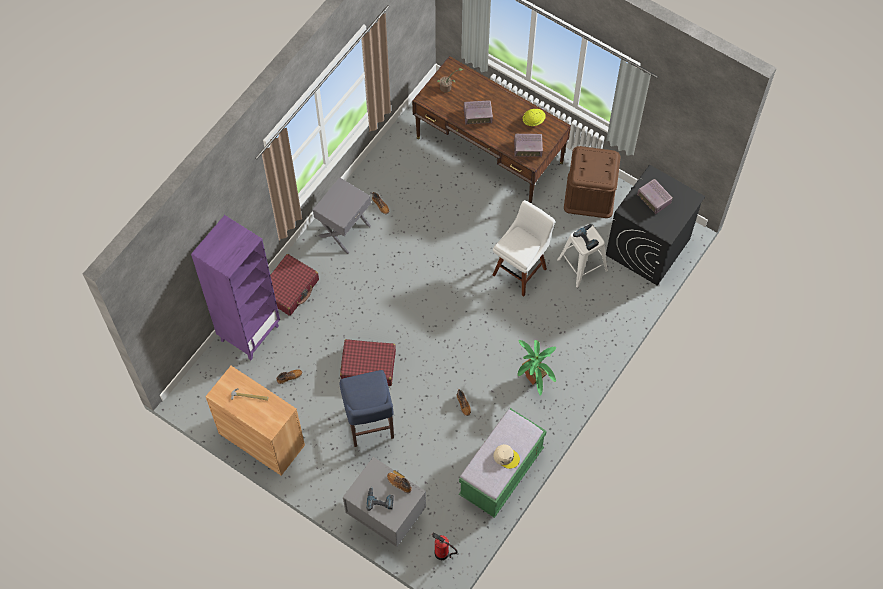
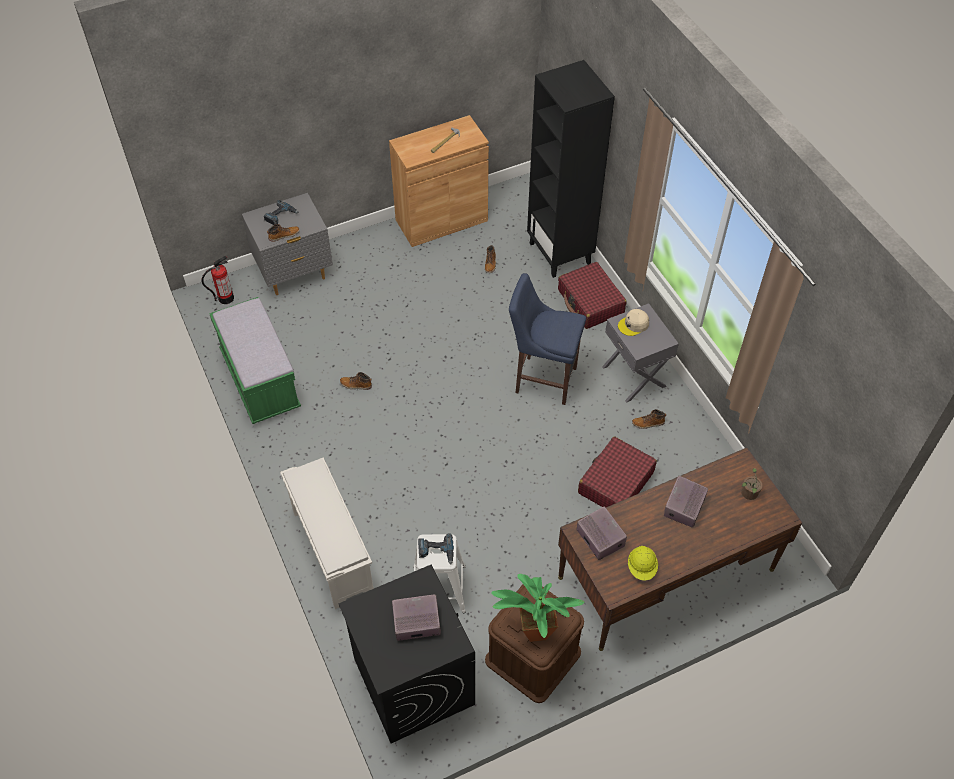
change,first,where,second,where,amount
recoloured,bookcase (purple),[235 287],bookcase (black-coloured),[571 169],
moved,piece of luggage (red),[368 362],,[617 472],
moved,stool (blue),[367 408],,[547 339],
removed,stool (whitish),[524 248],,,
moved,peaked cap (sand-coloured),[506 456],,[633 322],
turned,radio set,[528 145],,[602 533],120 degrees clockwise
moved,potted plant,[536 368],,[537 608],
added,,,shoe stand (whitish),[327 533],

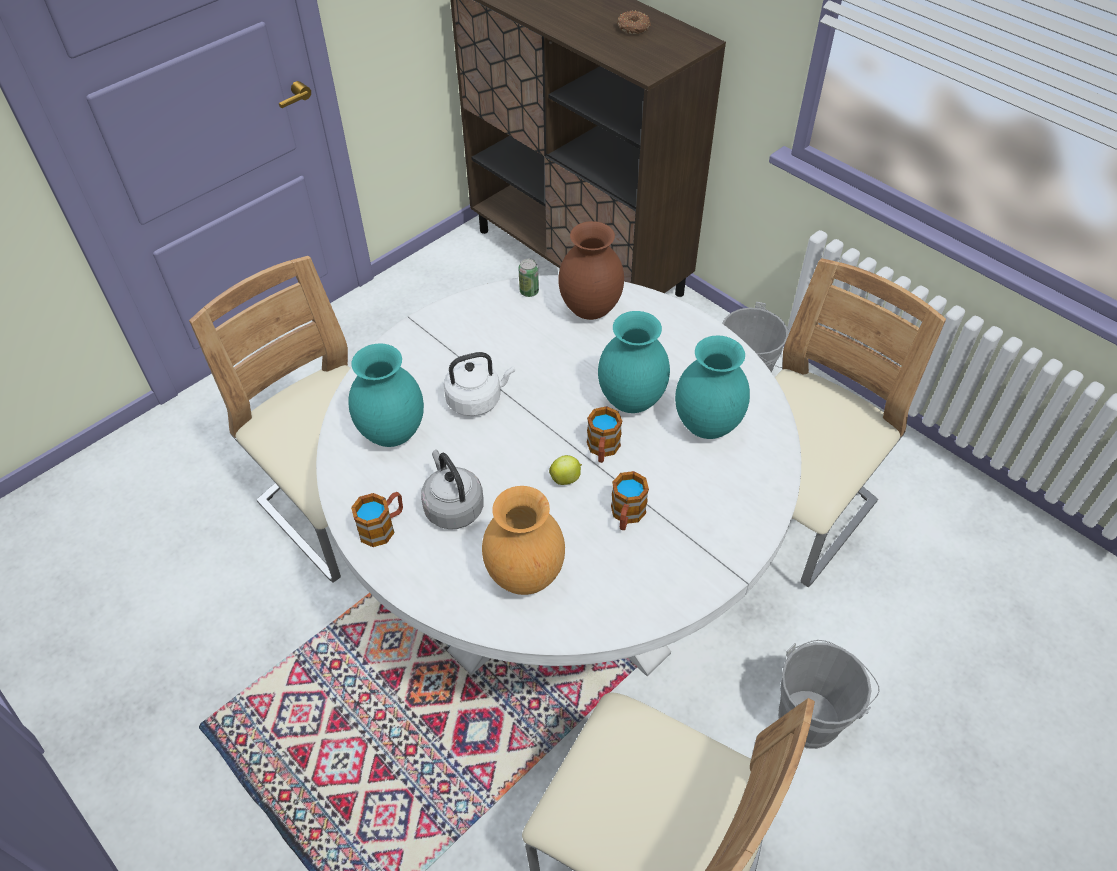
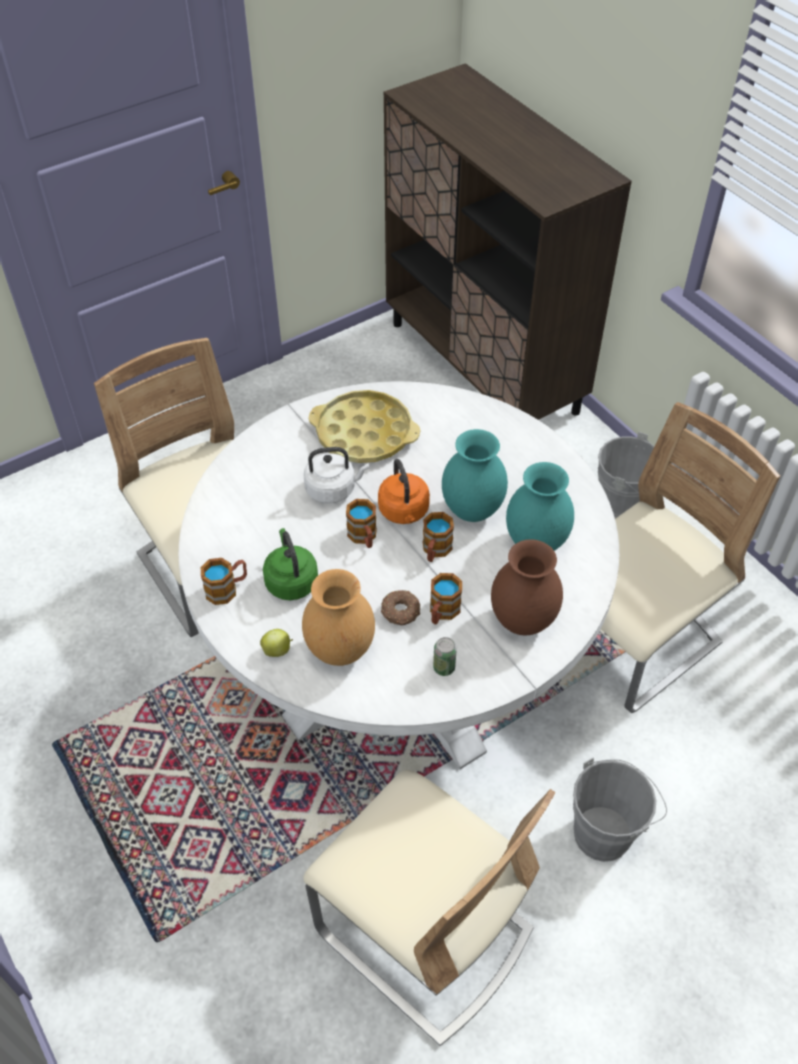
change,first,where,second,where,amount
removed,vase (turquoise-coloured),[386 395],,,
recoloured,kettle (gray),[452 489],kettle (green-coloured),[290 564],
moved,metal can,[528 278],,[445 656],
moved,apple fruit,[565 470],,[276 643],
moved,vase (brown-coloured),[591 270],,[527 587],
moved,ring doughnut,[634 22],,[400 607],
added,,,carrying tray (yellowish),[364 426],
added,,,mug,[361 523],
added,,,kettle (orangey),[404 491],

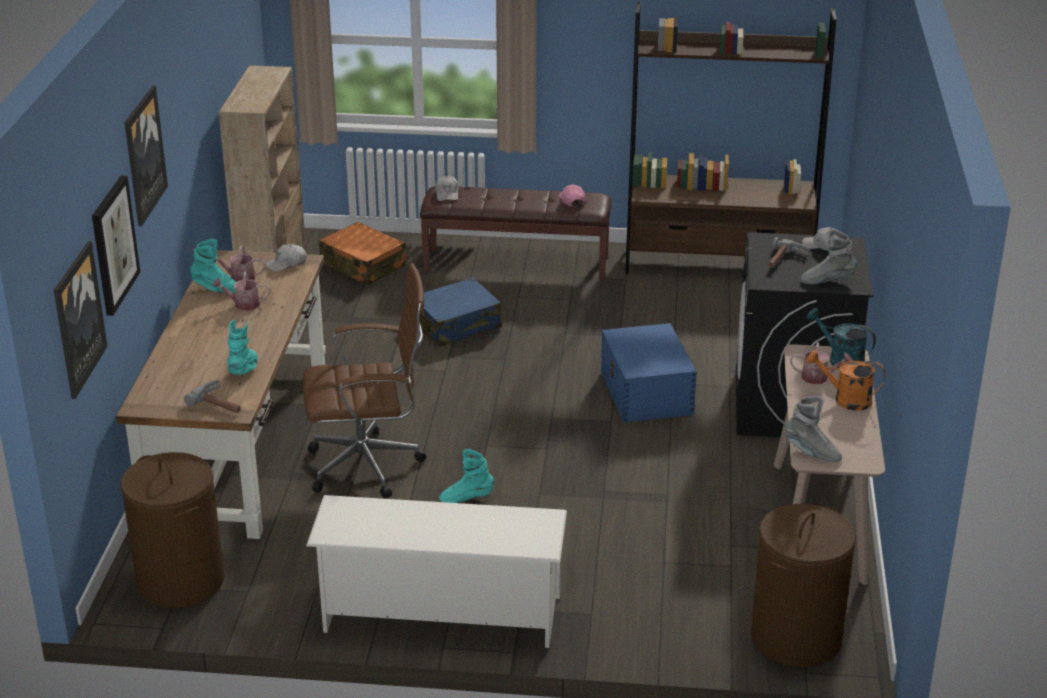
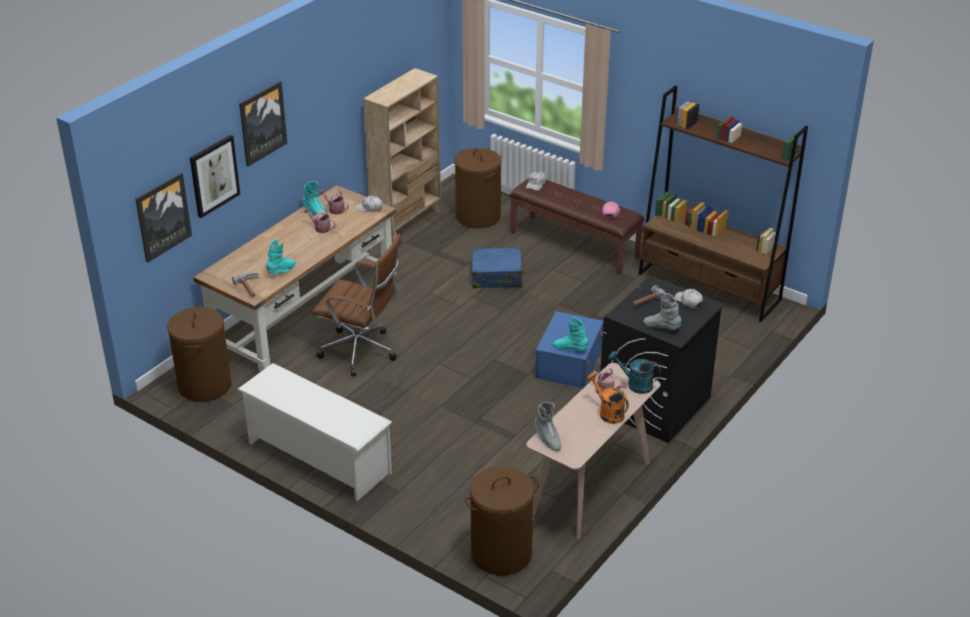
change,first,where,second,where,amount
replaced,piece of luggage (orangey),[362 253],hamper (brown-coloured),[478 188],
moved,boot (turquoise-coloured),[466 476],,[571 334],
turned,sprinkling can (turquoise-coloured),[841 338],,[634 372],45 degrees counterclockwise

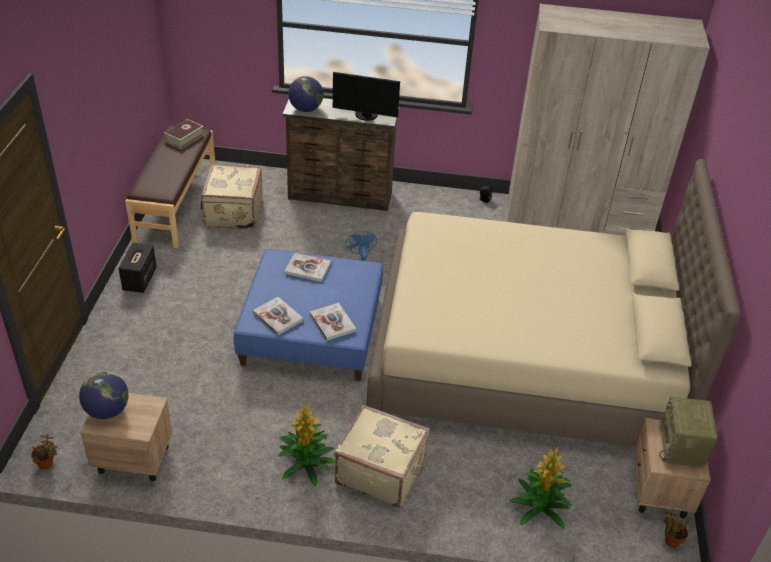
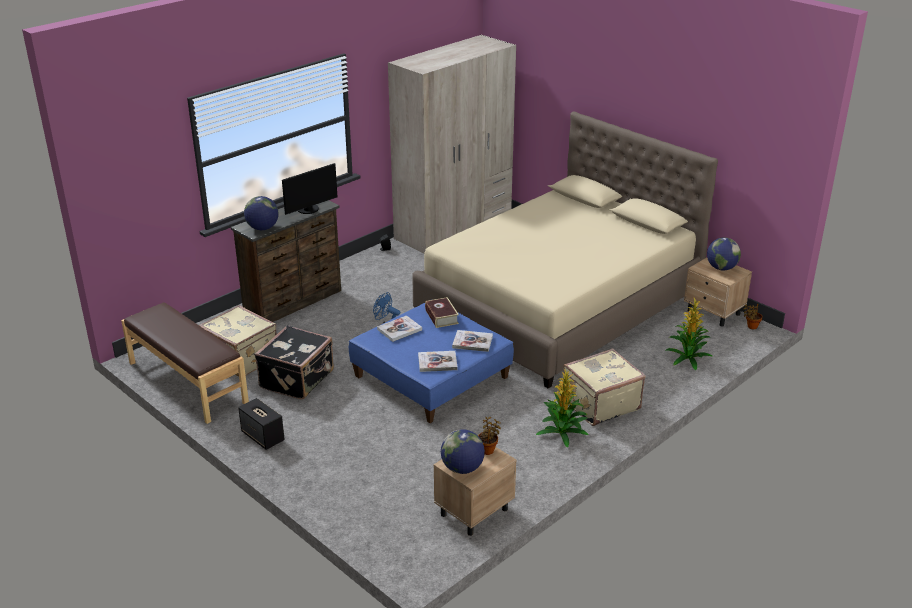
change,first,where,second,where,amount
moved,potted plant,[44 451],,[489 436],
moved,book,[184 134],,[442 312],
replaced,radio set,[688 432],globe,[724 253],
added,,,piece of luggage (black-coloured),[294 362],

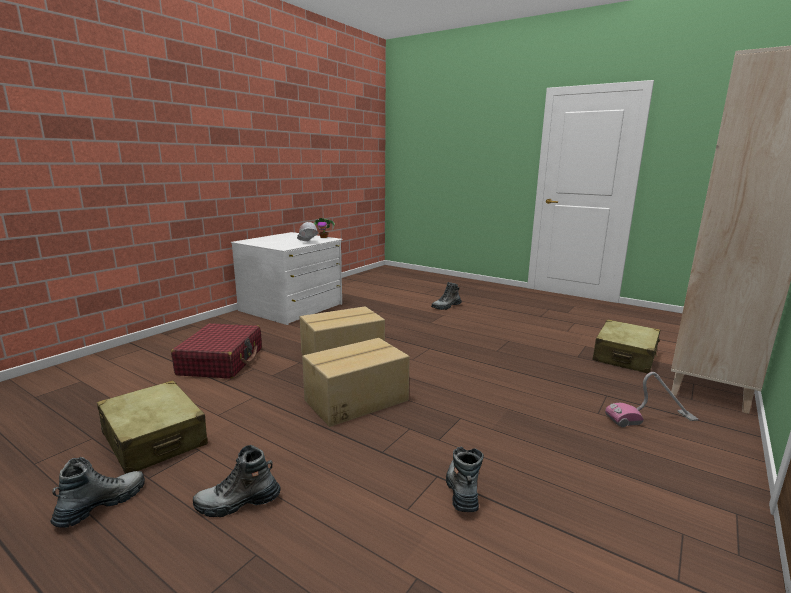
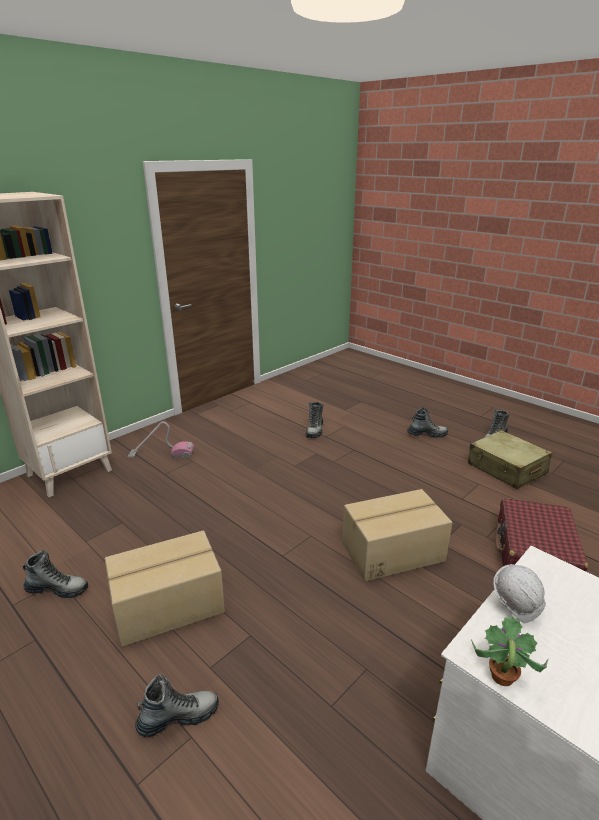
change,first,where,second,where,amount
moved,cardboard box,[356 382],,[165 588],
removed,piece of luggage (sand-coloured),[626 347],,,
added,,,boot,[55 574],

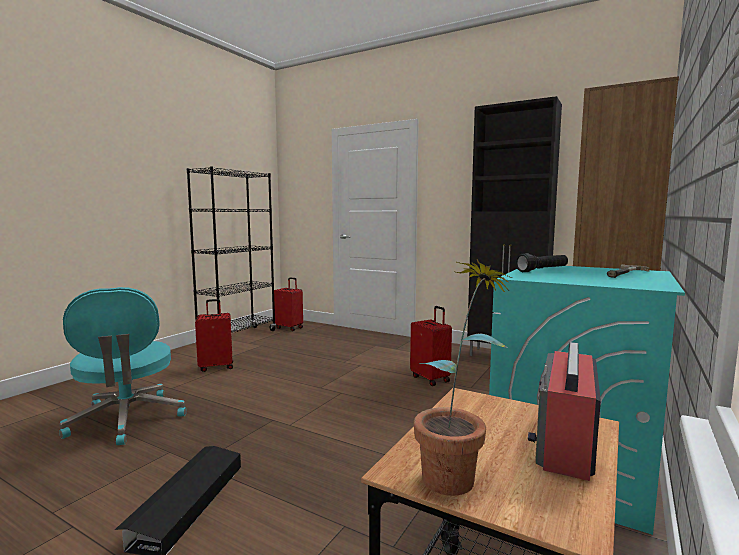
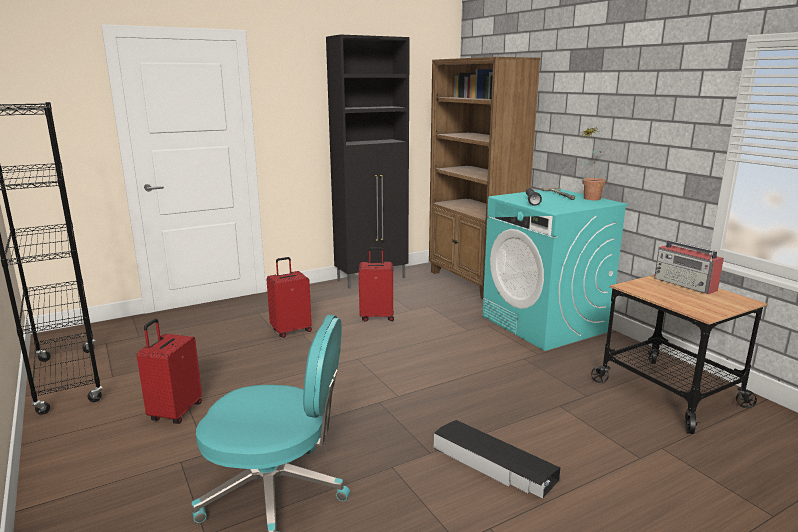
change,first,where,second,where,amount
moved,piece of luggage (red),[288 304],,[289 297],
moved,potted plant,[463 377],,[593 163],

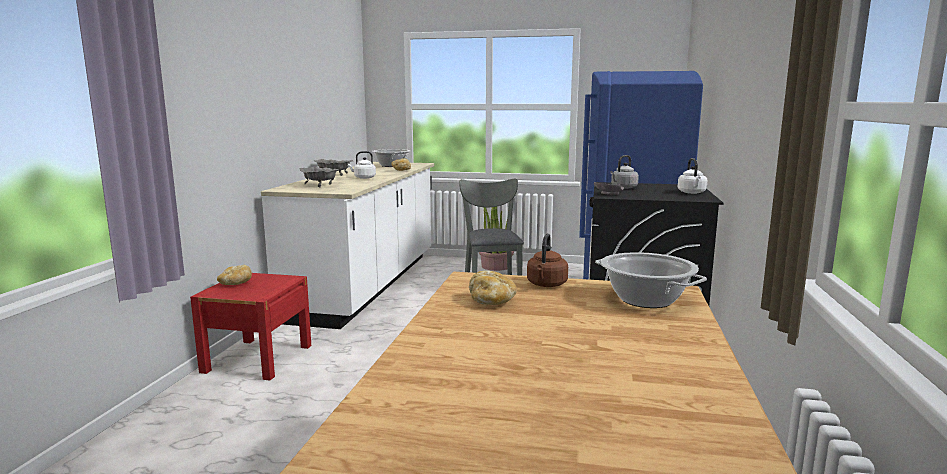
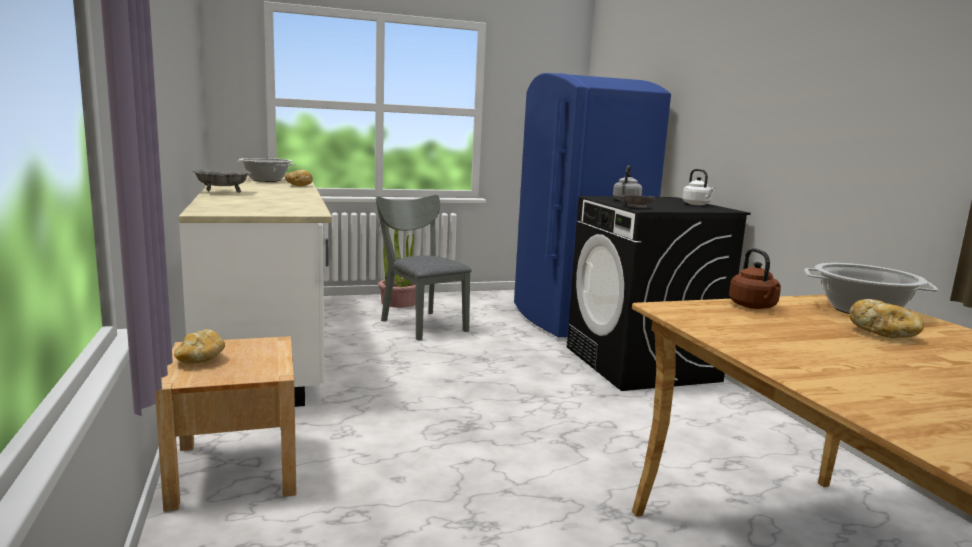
change,first,where,second,where,amount
recoloured,night table (red),[250 326],night table (sand-coloured),[226 424],
removed,bowl (gray),[319 177],,,
removed,kettle (whitish),[362 165],,,
moved,baked bread,[493 288],,[886 318],

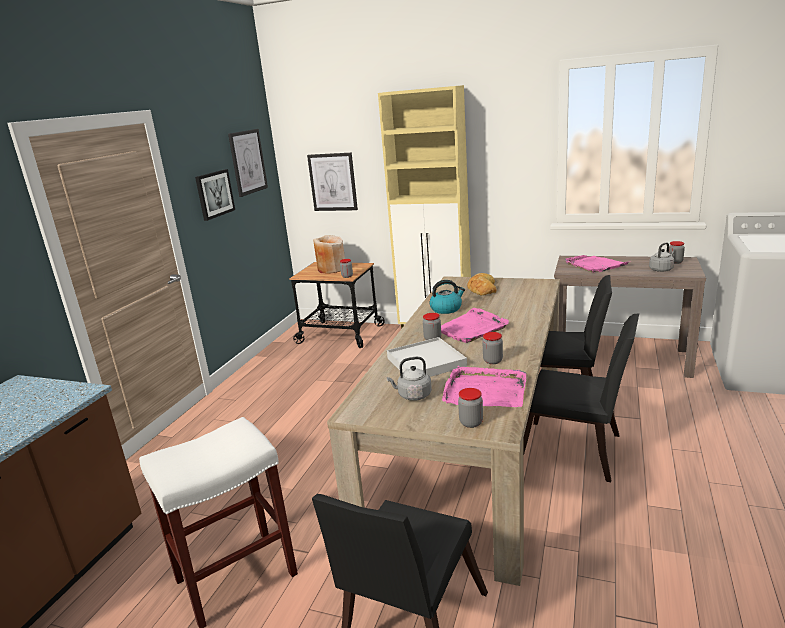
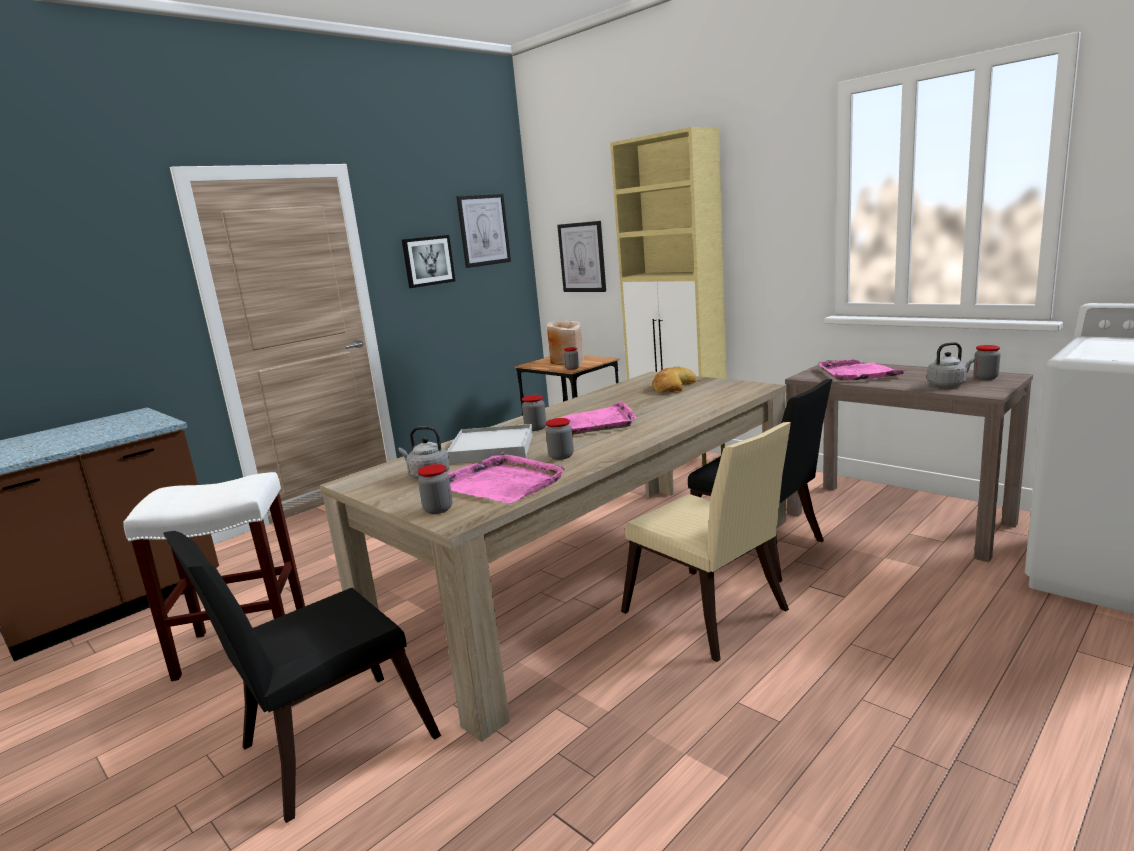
change,first,where,second,where,amount
removed,kettle,[447 297],,,
recoloured,chair (black-coloured),[581 397],chair (sand-coloured),[706 542],

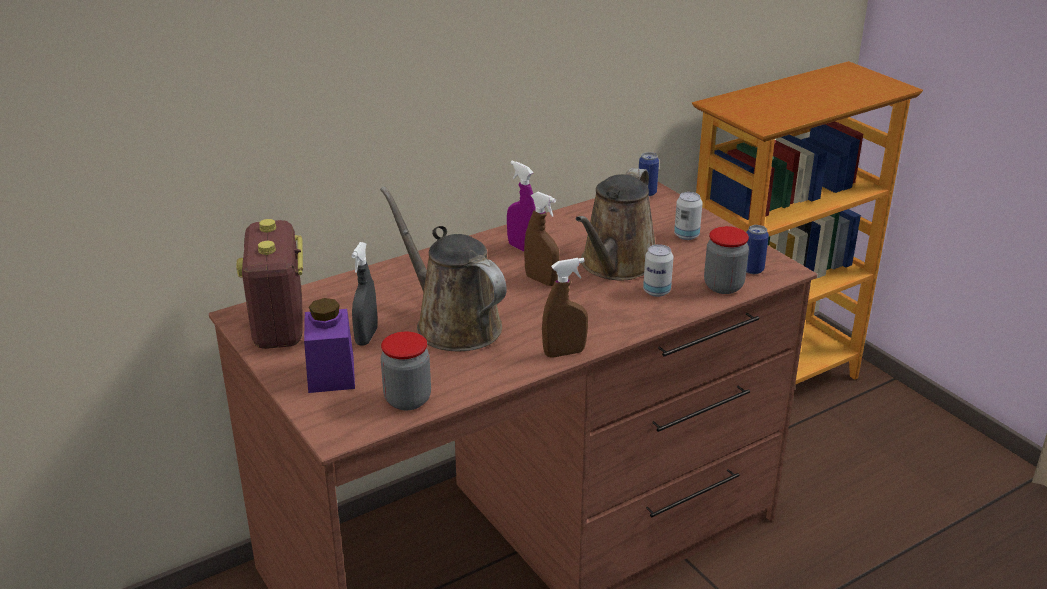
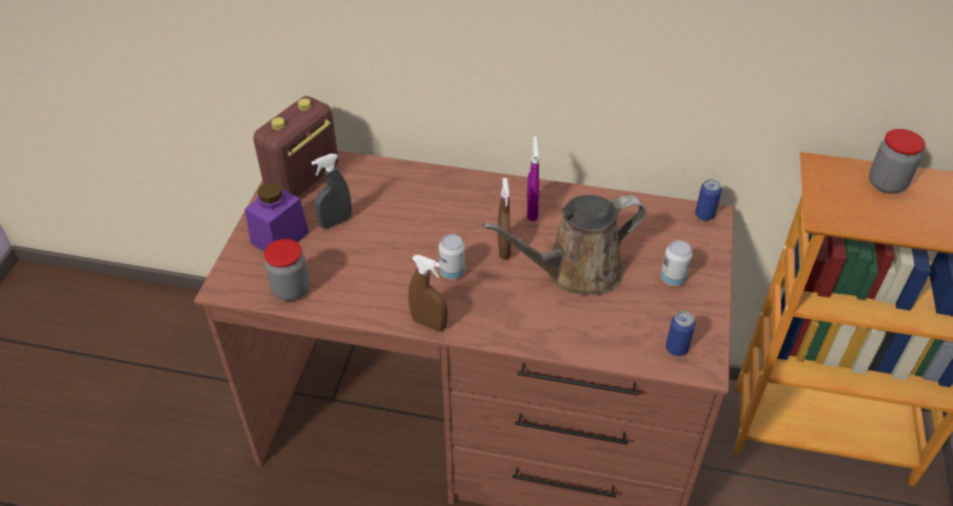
change,first,where,second,where,amount
removed,sprinkling can (brown-coloured),[443 268],,,
moved,metal can,[658 270],,[452 257],
moved,jar,[726 260],,[897 161],

